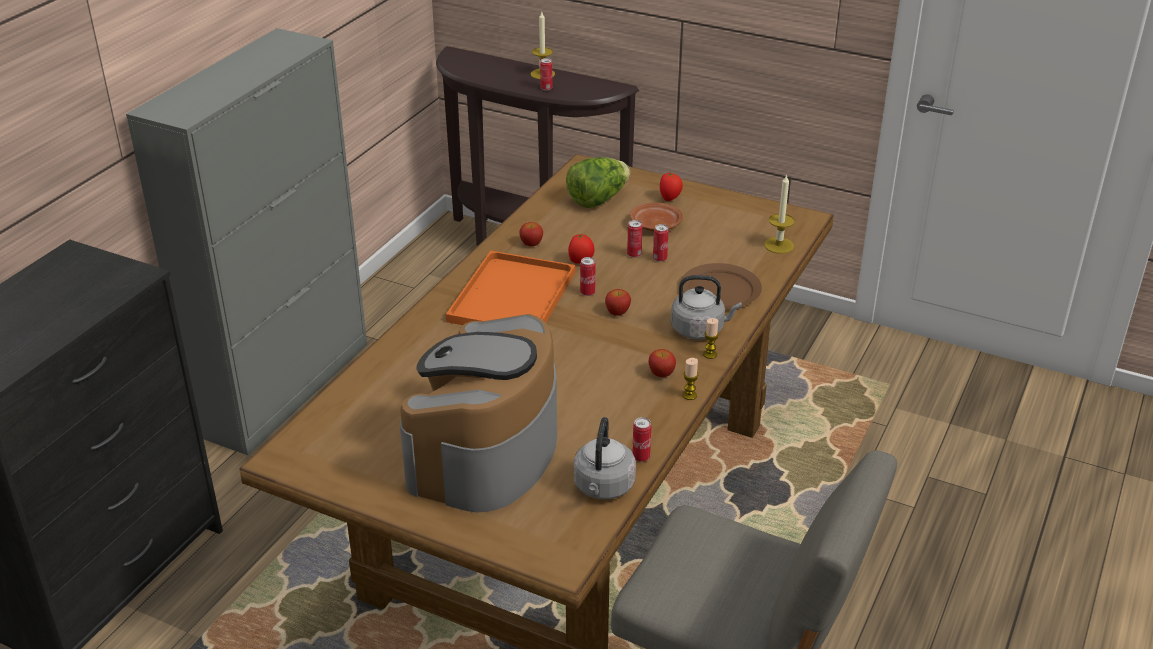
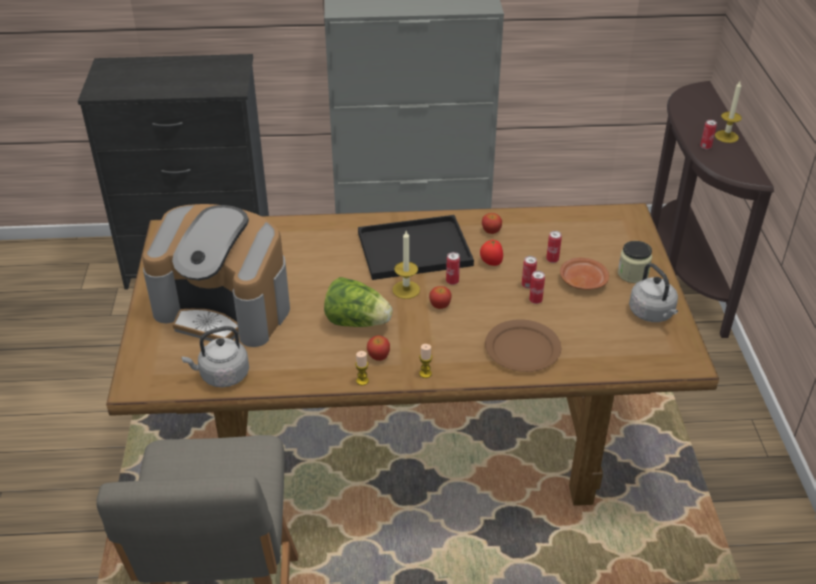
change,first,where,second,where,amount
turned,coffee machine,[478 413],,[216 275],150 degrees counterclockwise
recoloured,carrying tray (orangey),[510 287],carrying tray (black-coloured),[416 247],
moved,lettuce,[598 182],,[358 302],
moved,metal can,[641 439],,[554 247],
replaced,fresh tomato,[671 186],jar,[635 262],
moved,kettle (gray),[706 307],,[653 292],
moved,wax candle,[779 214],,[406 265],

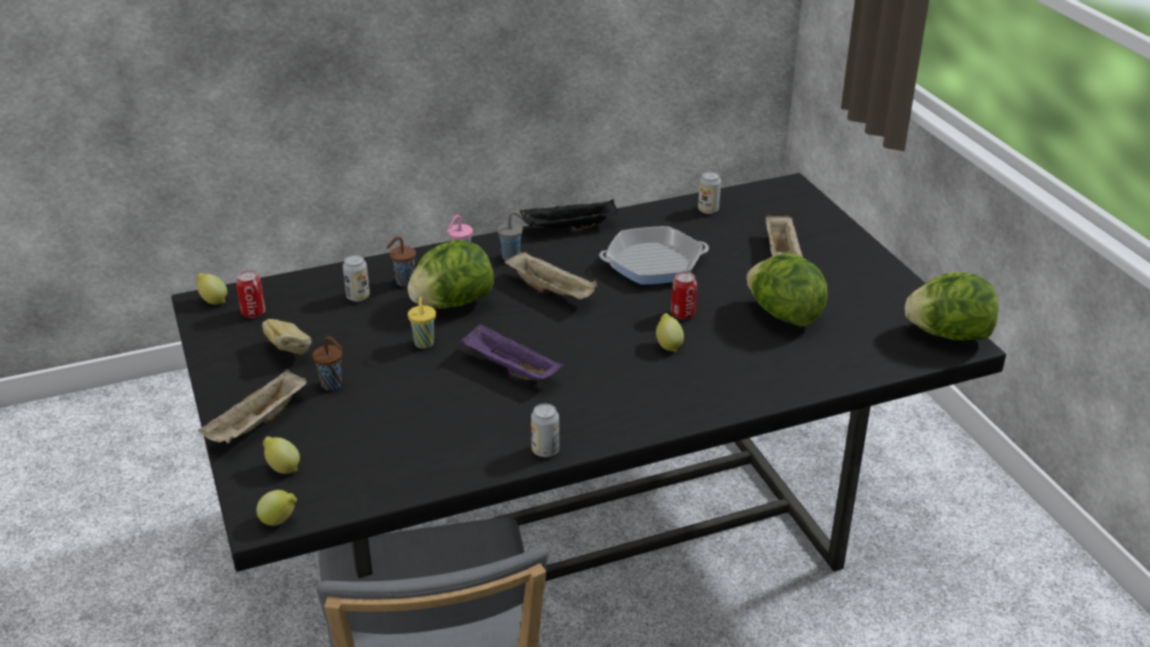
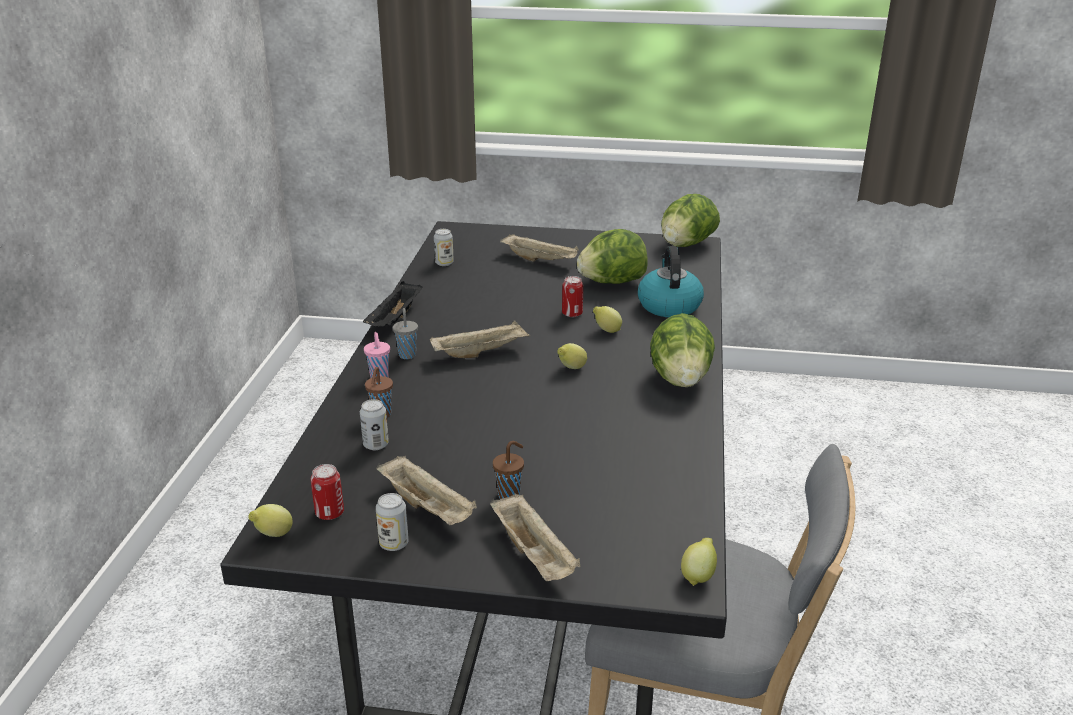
change,first,where,second,where,amount
replaced,baked bread,[287 337],carrying tray (sand-coloured),[426 490],
moved,lemon,[281 455],,[572 356],
moved,lettuce,[451 274],,[682 350],
removed,drinking cup (yellowish),[422 323],,,
removed,carrying tray (purple),[511 351],,,
moved,metal can,[545 430],,[392 522],
removed,frying pan,[654 255],,,
added,,,kettle,[671 281],

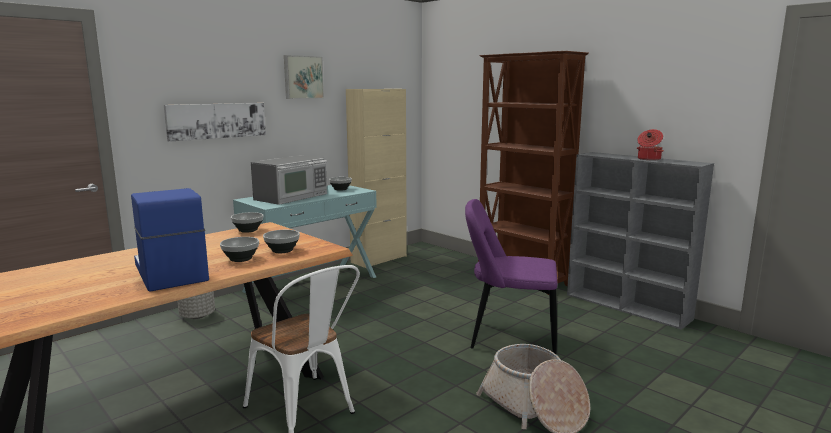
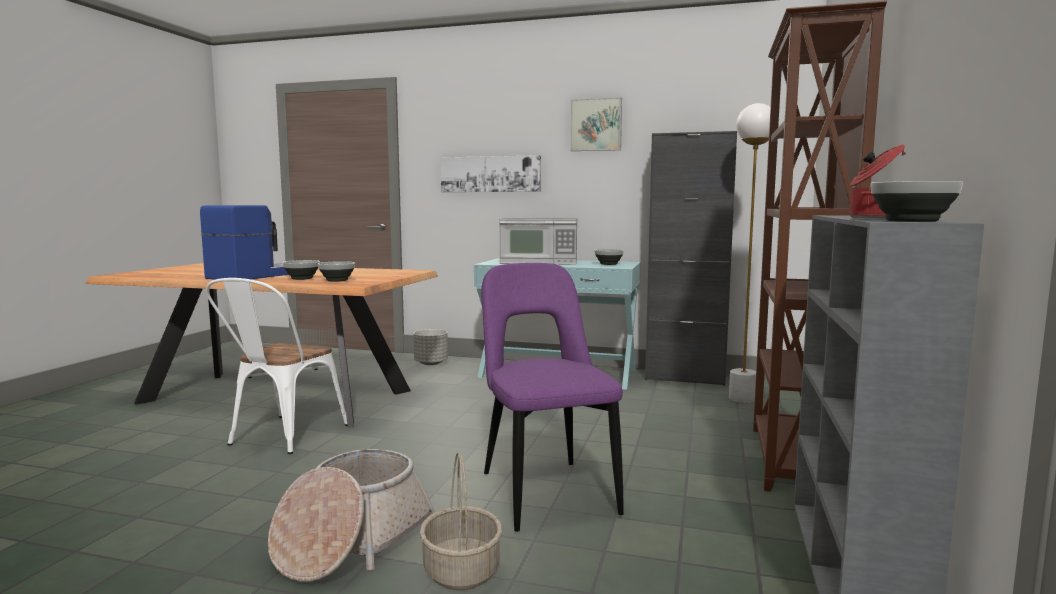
change,first,where,second,where,amount
moved,bowl,[247 222],,[917 201],
recoloured,cupboard (sand-coloured),[376 178],cupboard (black-coloured),[691 258],
added,,,storage basket,[461 521],
added,,,standard lamp (whitish),[749 253],

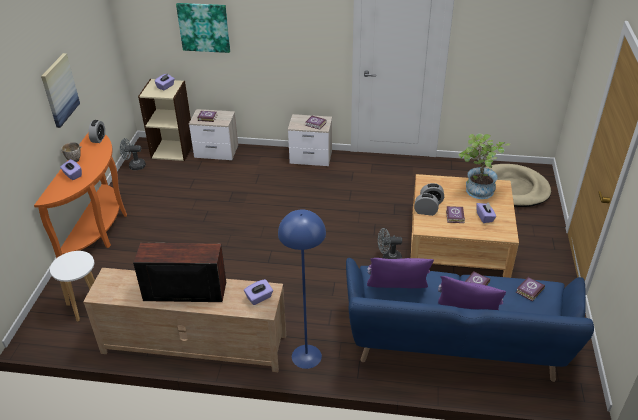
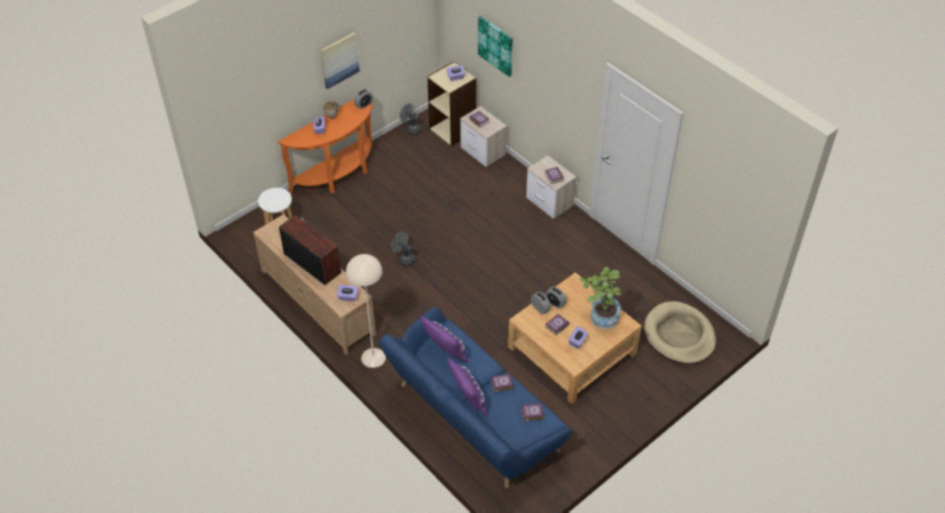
change,first,where,second,where,amount
recoloured,standard lamp (blue),[302 289],standard lamp (sand-coloured),[366 311],
moved,fan (gray),[390 243],,[403 249],

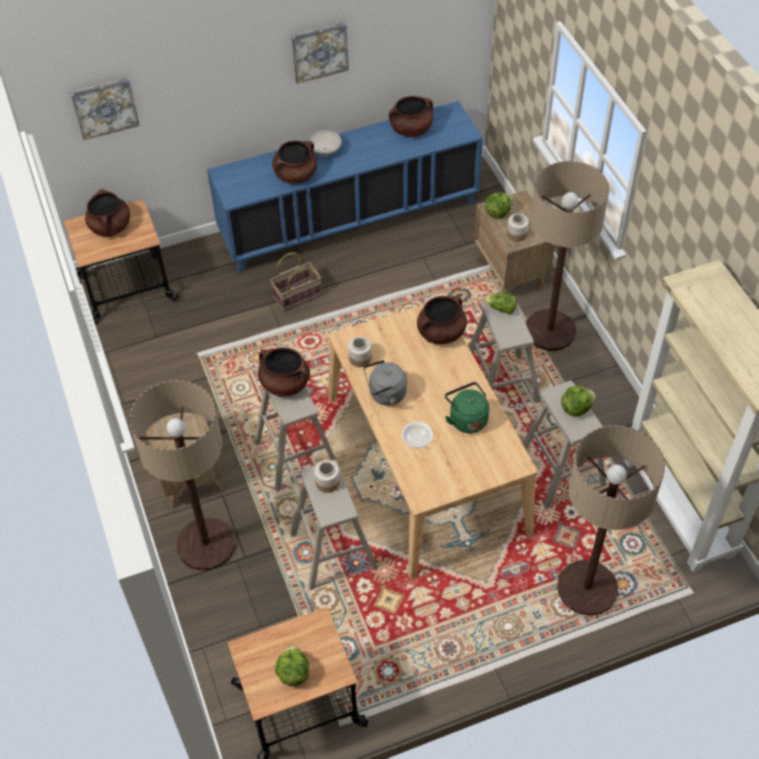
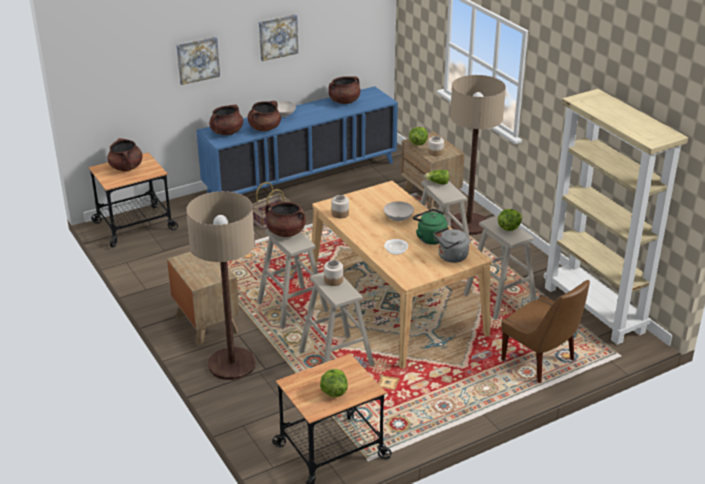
change,first,where,second,where,amount
moved,picture,[105 108],,[198 60],
moved,kettle (gray),[385 383],,[451 245],
moved,saucepot (brown-coloured),[442 319],,[226 119],
replaced,standard lamp,[611 520],chair (brown-coloured),[545 331],
added,,,bowl (whitish),[399 211],

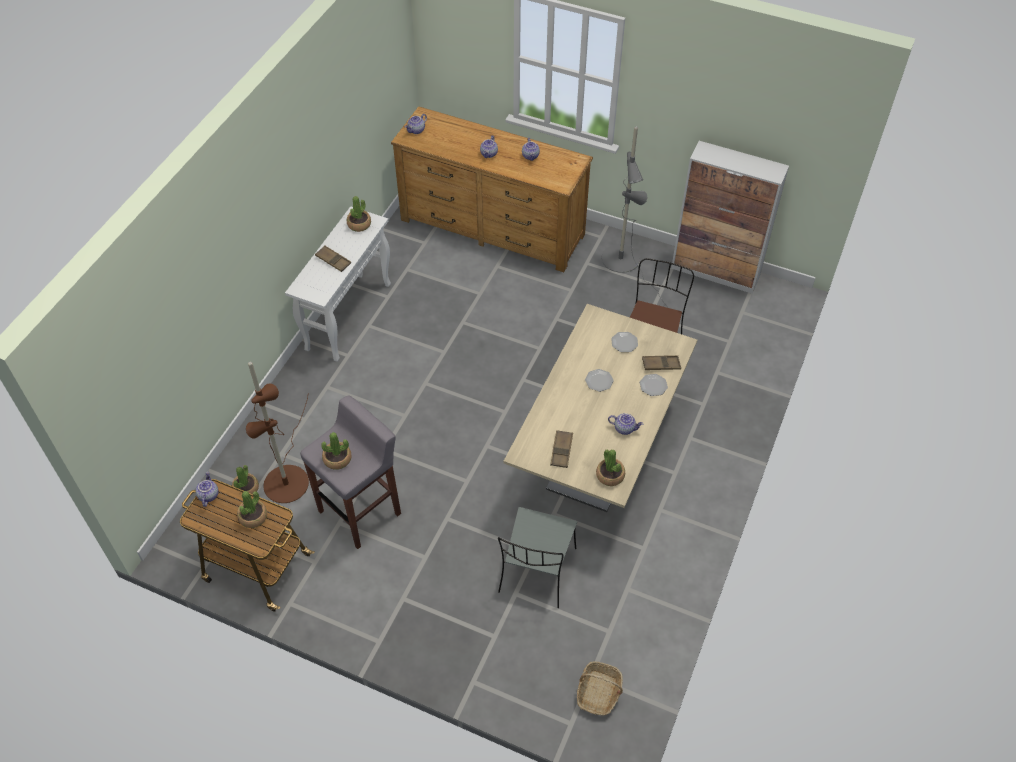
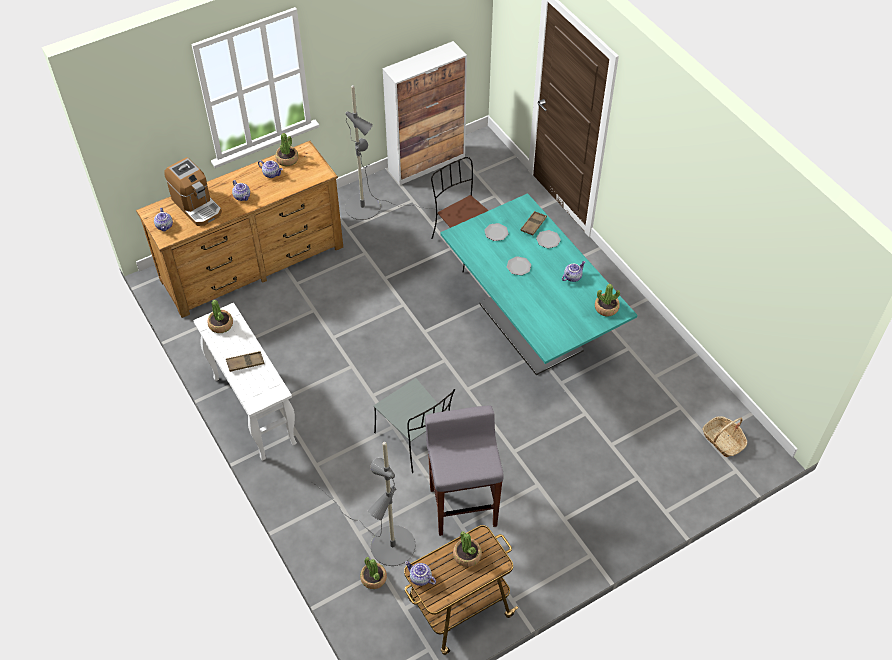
change,first,where,second,where,amount
recoloured,standard lamp (brown-coloured),[277 432],standard lamp (gray),[363 504],
moved,potted plant,[336 451],,[286 149],
moved,chair (gray),[537 557],,[414 425],
recoloured,dining table (sand-coloured),[600 408],dining table (turquoise-coloured),[538 284],
removed,carrying tray (brown-coloured),[561 449],,,
added,,,coffee machine,[193 191],

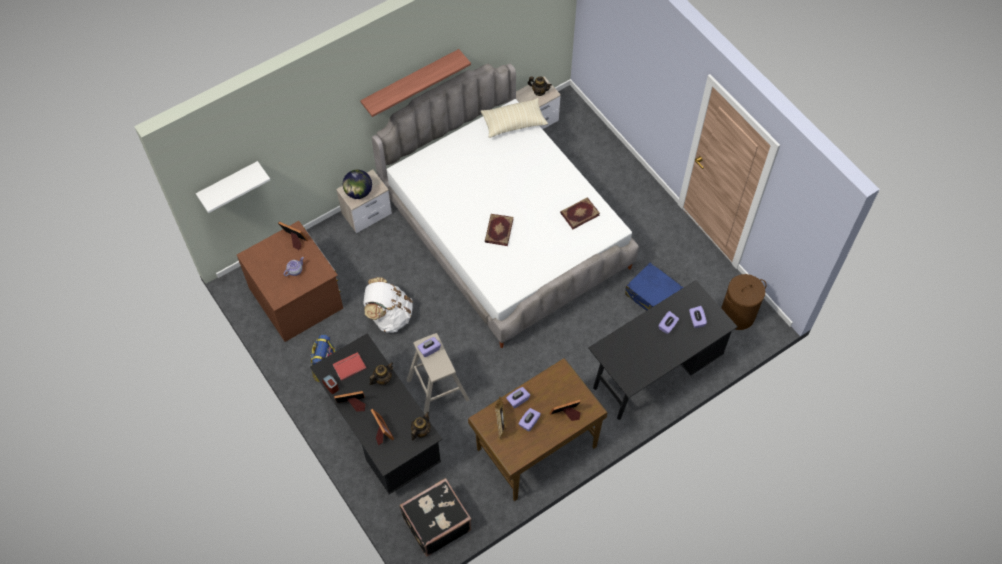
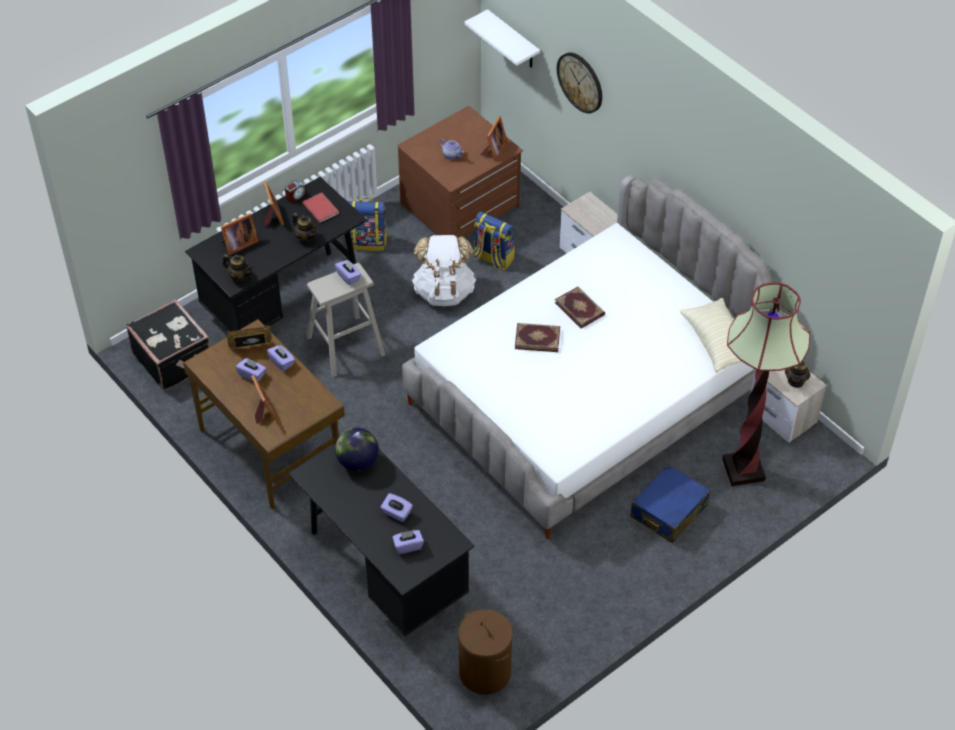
change,first,where,second,where,amount
moved,globe,[357 184],,[357 449],
removed,shelf,[415 83],,,
moved,book,[580 213],,[580 308],
moved,piece of luggage (blue),[654 287],,[670 504],
added,,,backpack,[494 240],
added,,,hanging clock,[579 82],
added,,,standard lamp,[766 384],

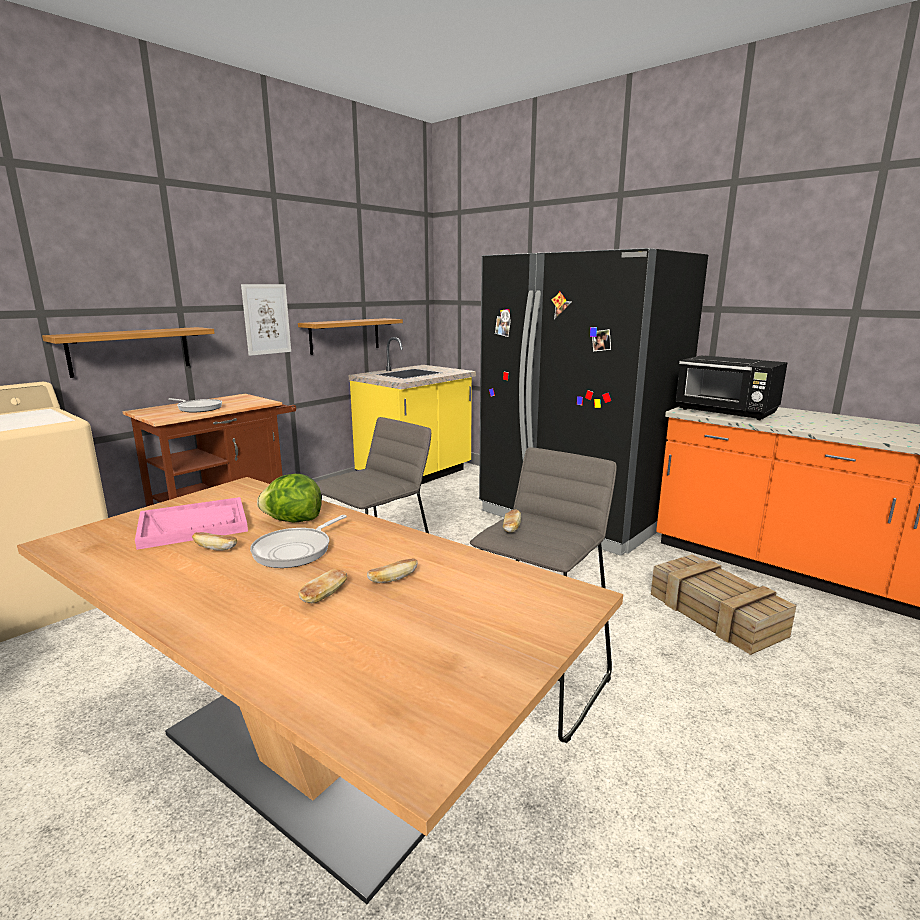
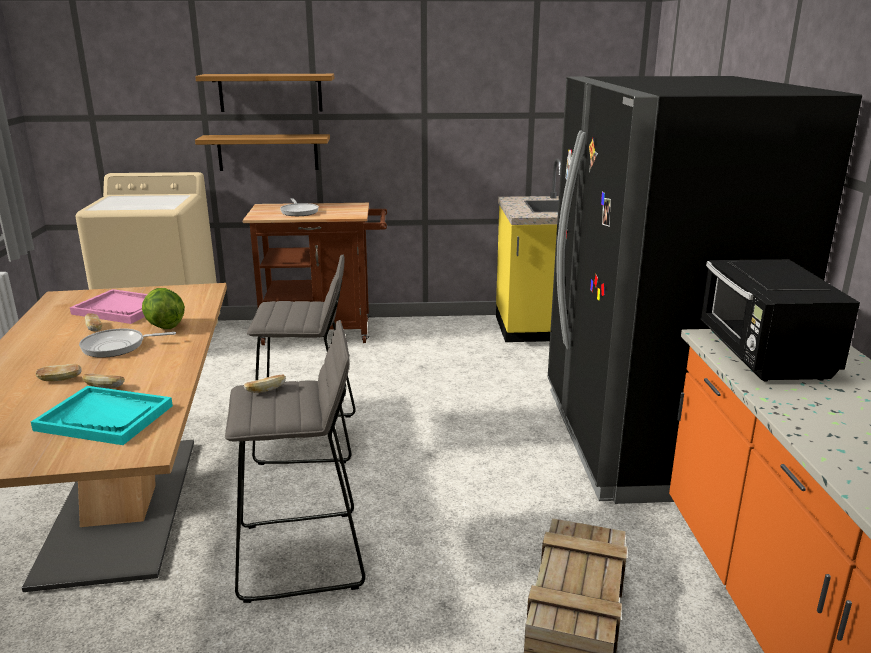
change,first,where,second,where,amount
removed,picture,[266 320],,,
moved,shelf,[350 336],,[264 93],
added,,,carrying tray (turquoise-coloured),[102 415],

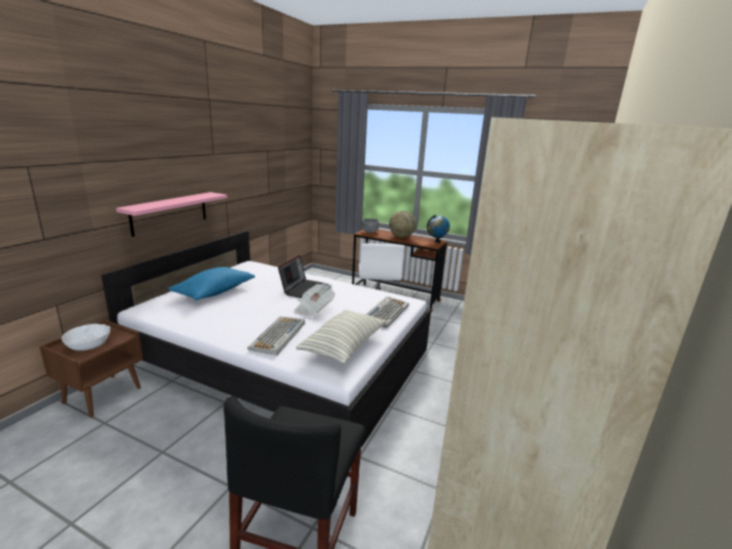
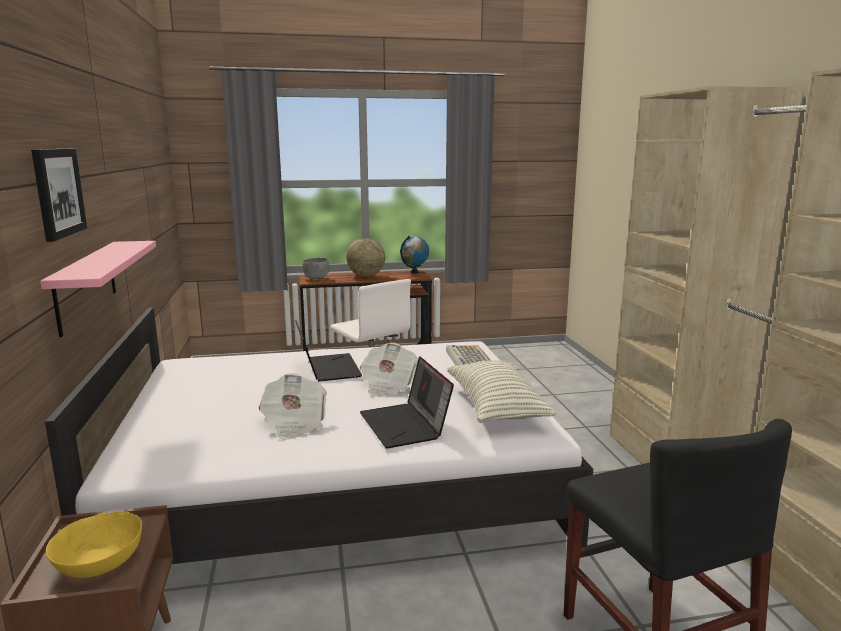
change,first,where,second,where,amount
recoloured,bowl (whitish),[85 337],bowl (yellowish),[94 544],
removed,cushion (blue),[211 283],,,
replaced,computer keyboard,[276 336],notebook computer,[407 402],
added,,,picture,[59 195],
added,,,newspaper,[292 406],

